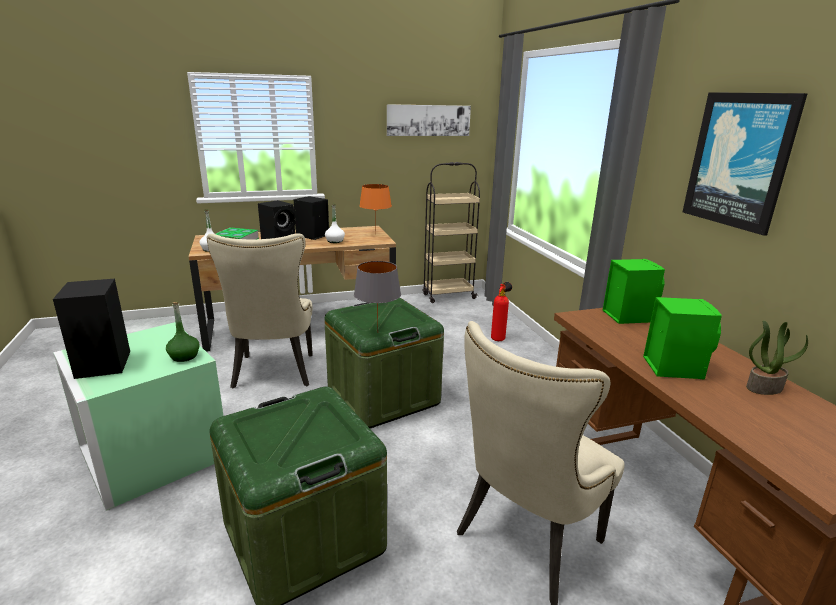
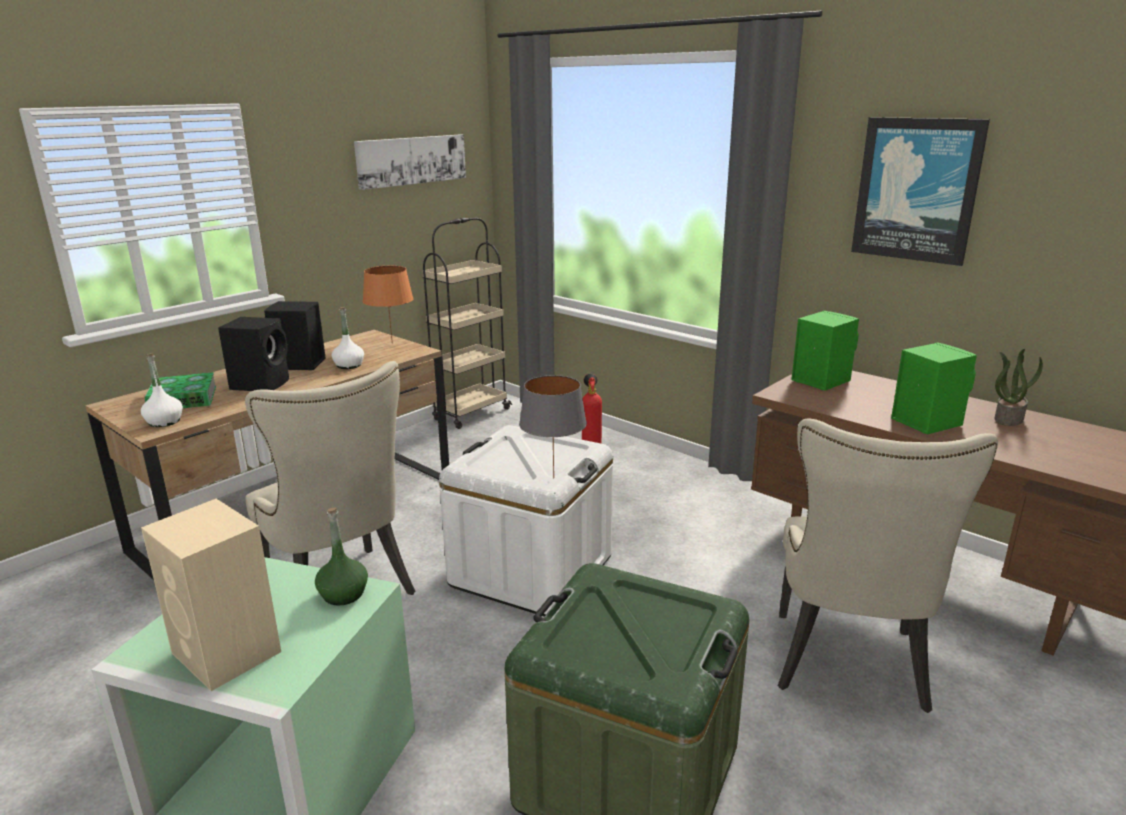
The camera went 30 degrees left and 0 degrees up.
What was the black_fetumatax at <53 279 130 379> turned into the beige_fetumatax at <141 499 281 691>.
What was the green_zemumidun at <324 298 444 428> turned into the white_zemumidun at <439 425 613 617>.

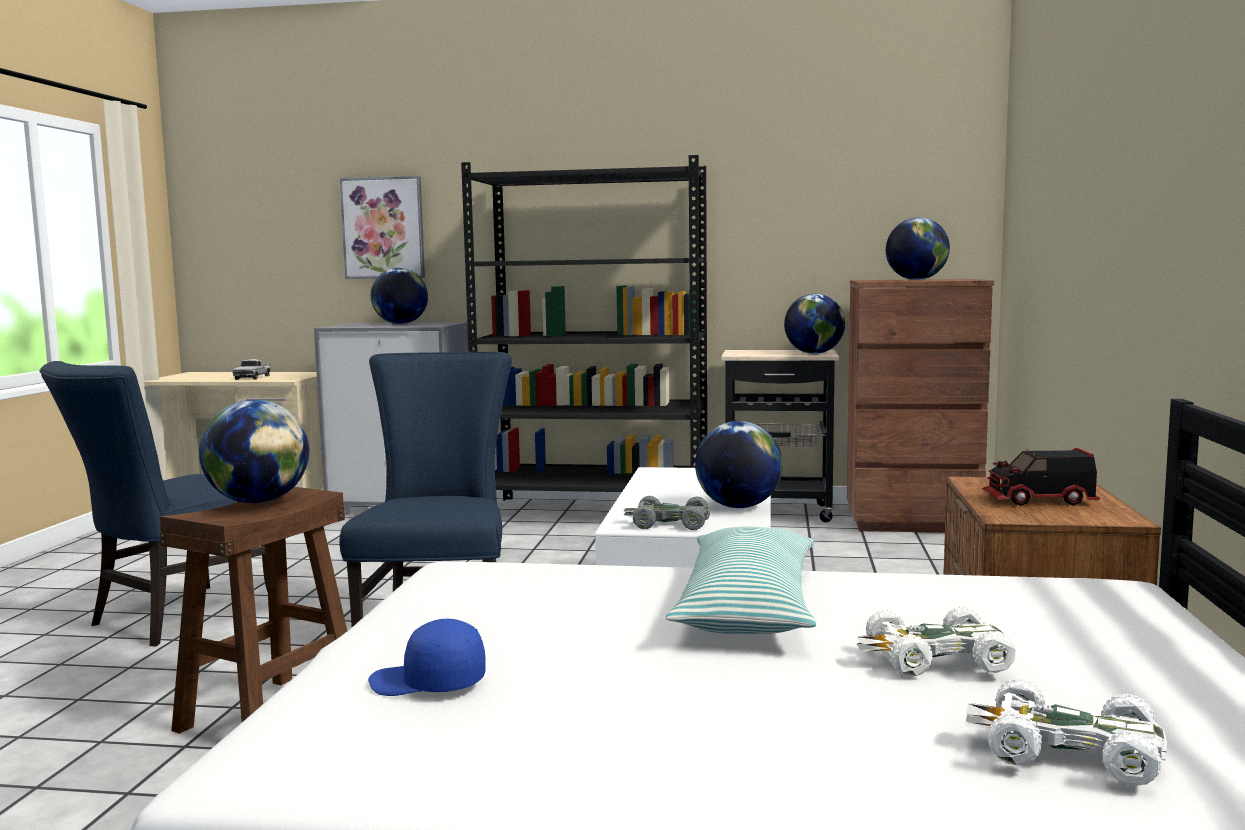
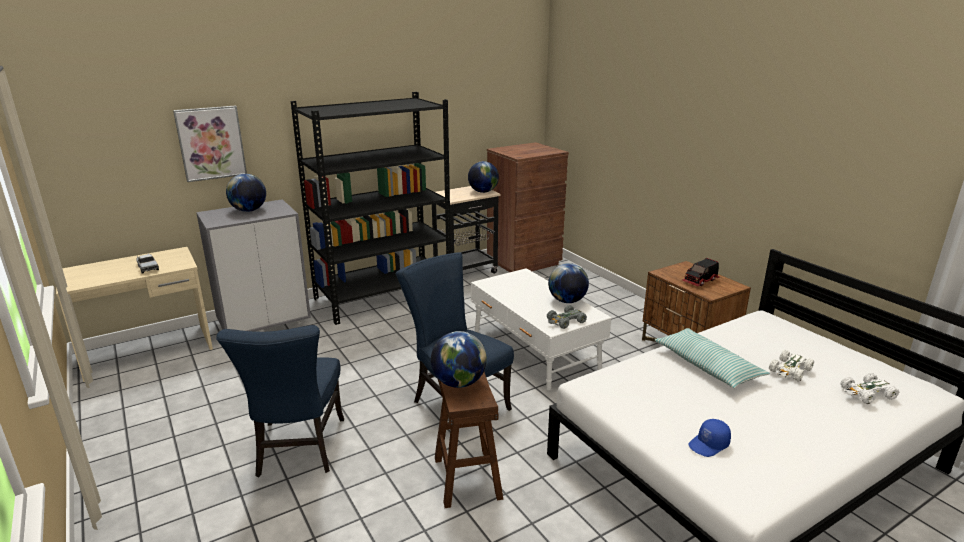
The camera went 40 degrees left and 15 degrees up.
The second view lost the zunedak at <886 218 950 280>.

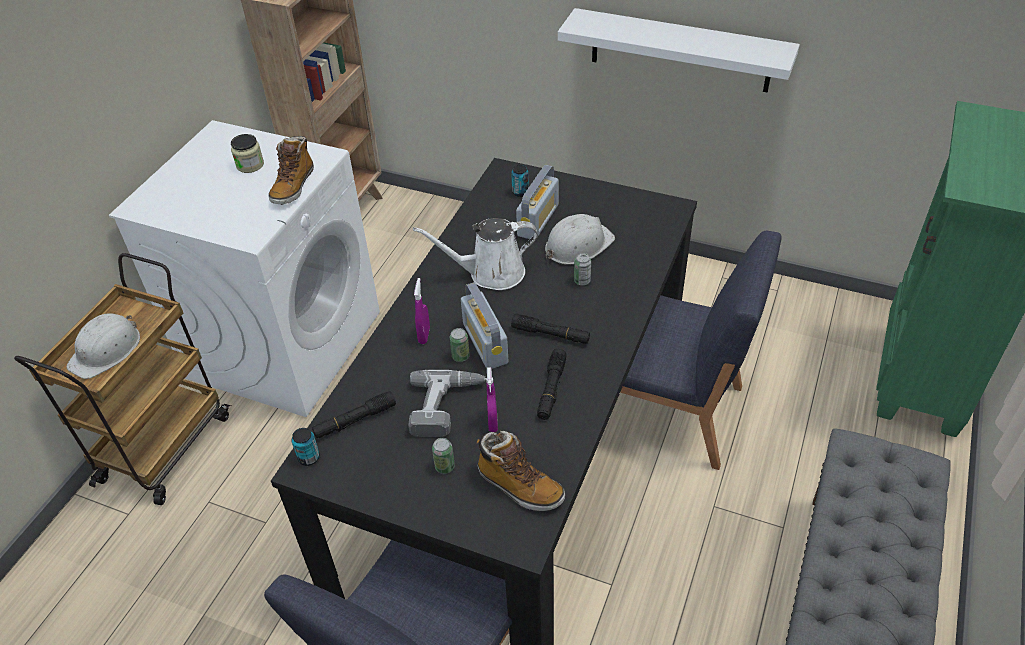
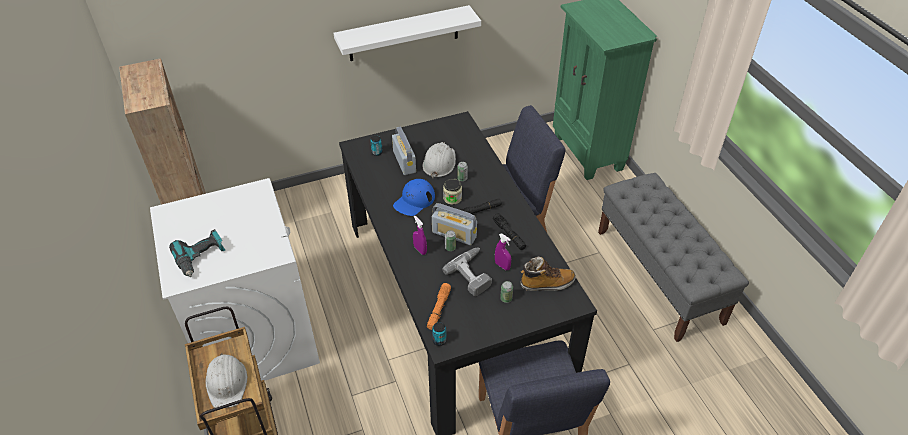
The camera went 45 degrees left and 0 degrees up.
The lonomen ended up elsewhere, having gone from <231 134 264 173> to <443 178 462 205>.
The second view lost the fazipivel at <268 136 314 205>.
What was the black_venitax at <312 391 396 438> turned into the orange_venitax at <427 283 451 330>.
Where the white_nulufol stood at <413 218 538 290>, the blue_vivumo came to stand at <393 179 435 216>.
The second view gained the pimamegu at <169 229 225 277>.

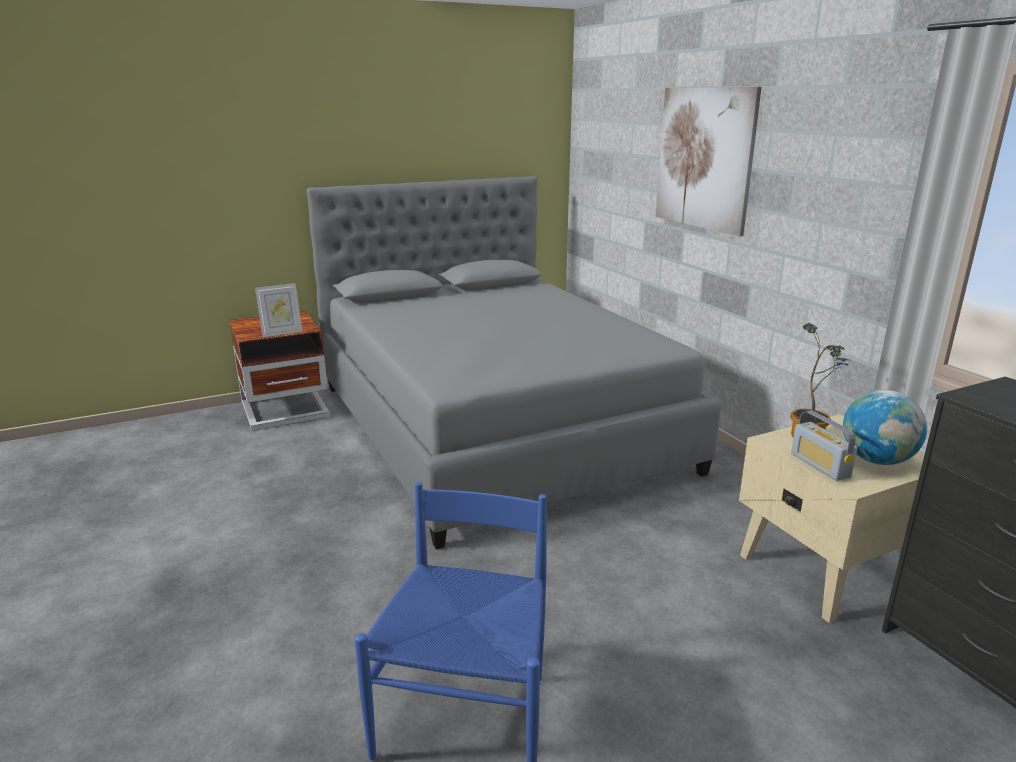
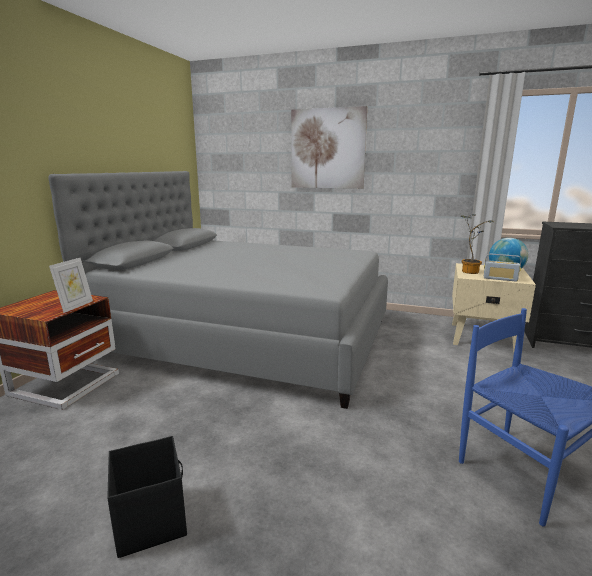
The camera went 45 degrees left and 5 degrees down.
The second view gained the black_zemumidun at <107 436 187 558>.

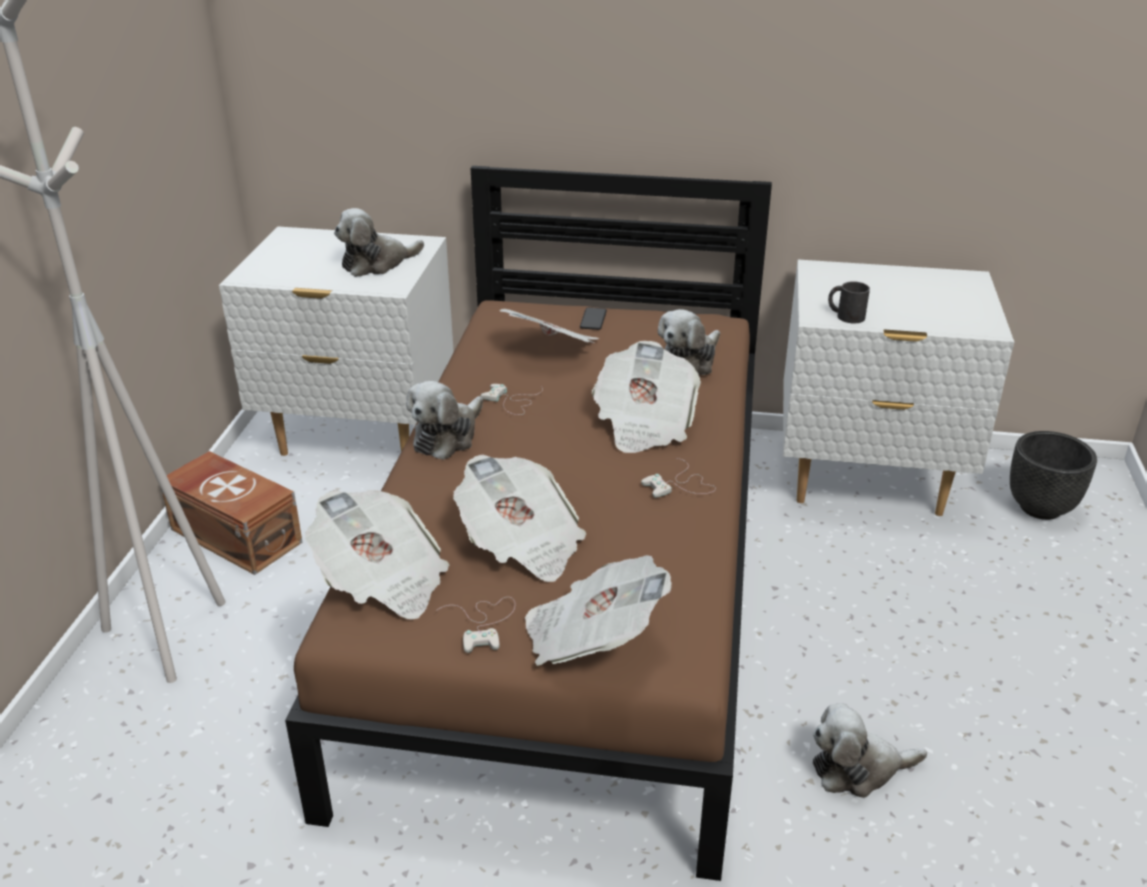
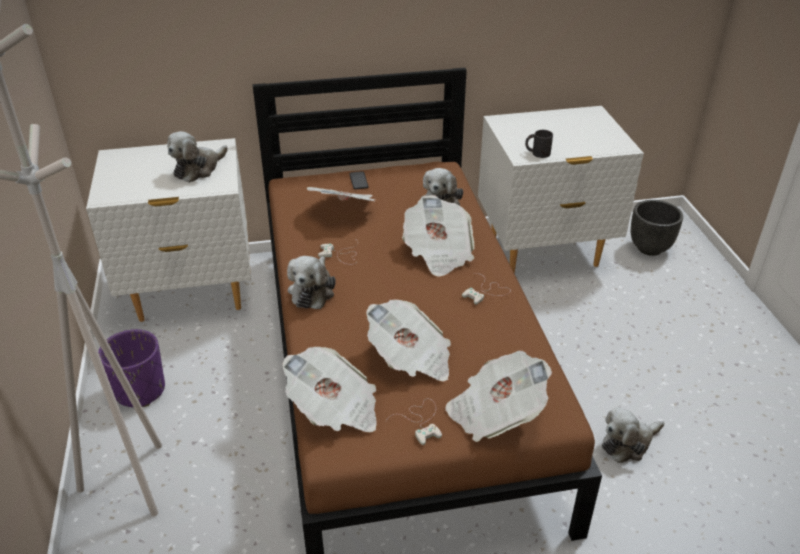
The camera went 20 degrees left and 5 degrees up.
Where the brown_zemumidun stood at <161 451 302 575>, the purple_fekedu came to stand at <98 329 165 407>.

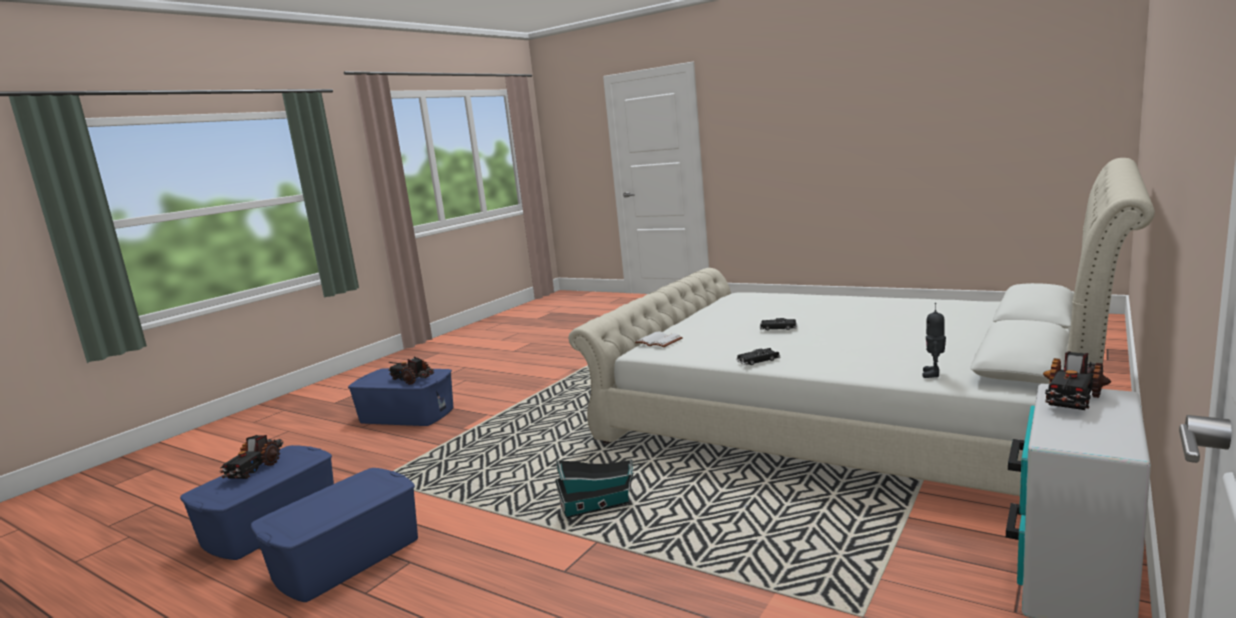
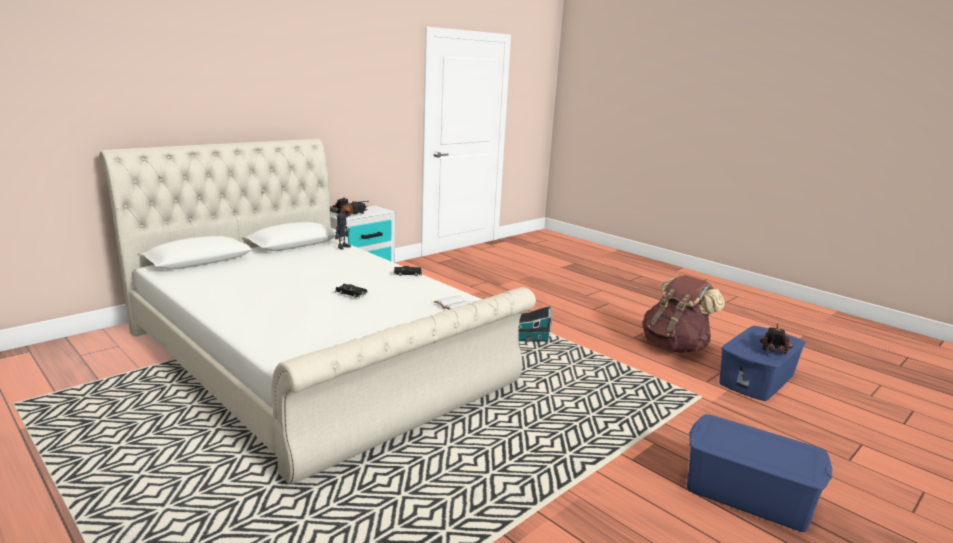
The camera went 170 degrees left and 5 degrees up.
Where the blue_zemumidun stood at <251 468 418 602>, the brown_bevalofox came to stand at <642 275 725 353>.
The second view lost the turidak at <388 357 434 385>.

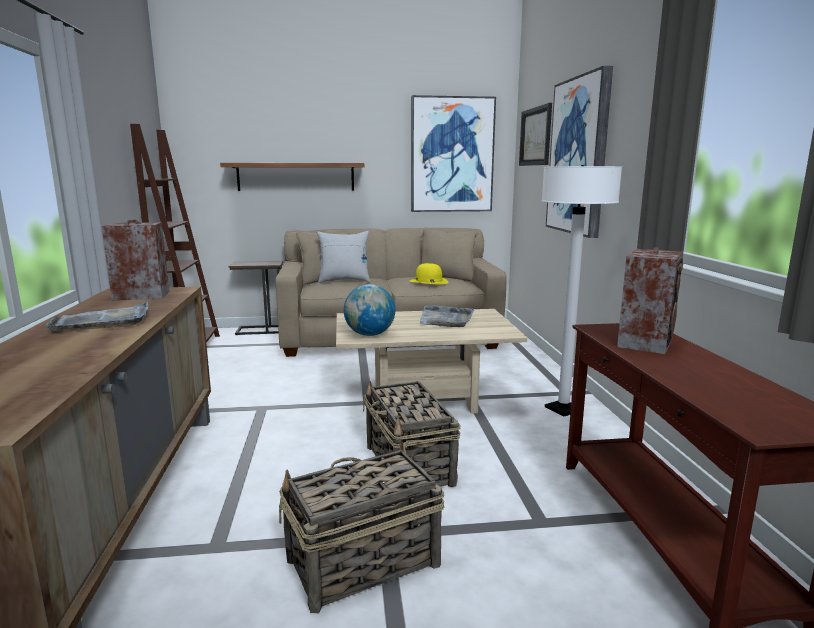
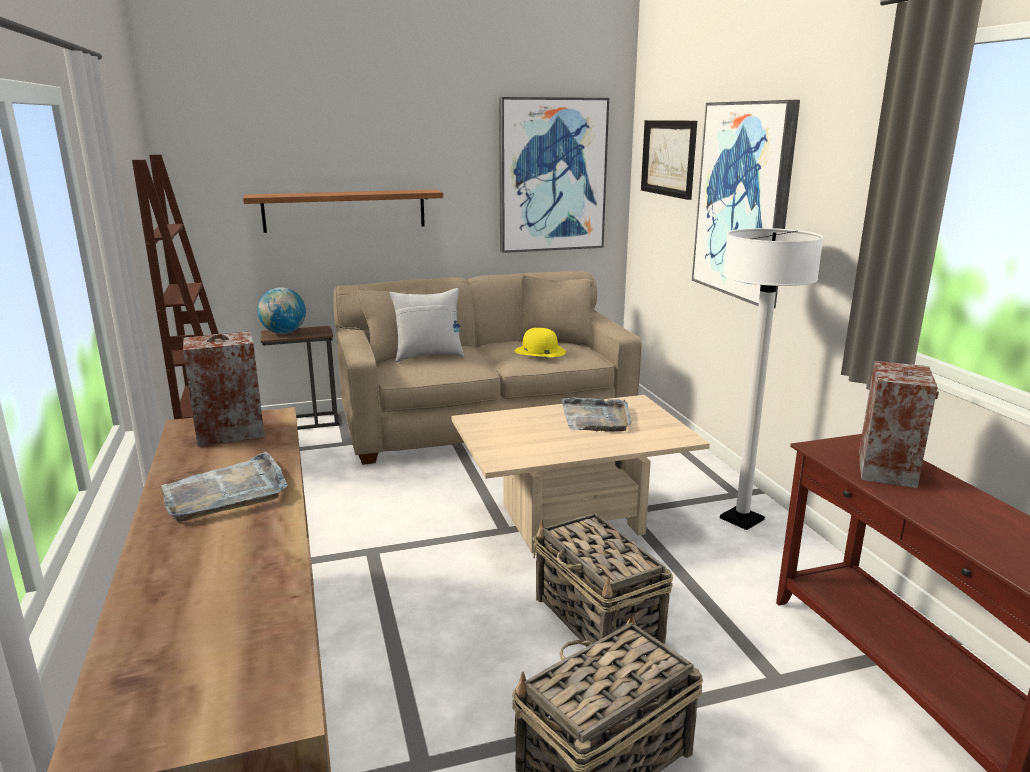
The camera went 10 degrees left and 5 degrees up.
The zunedak ended up elsewhere, having gone from <344 284 395 336> to <257 287 306 334>.

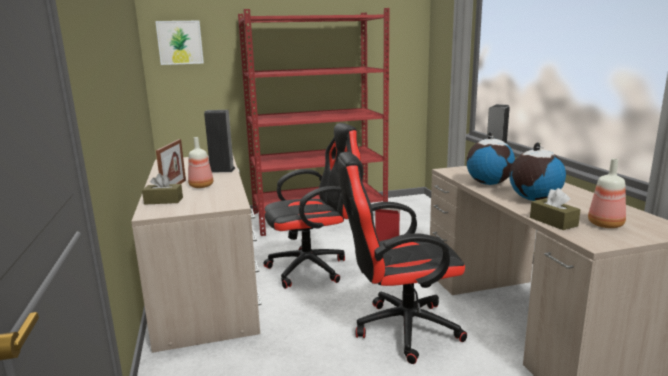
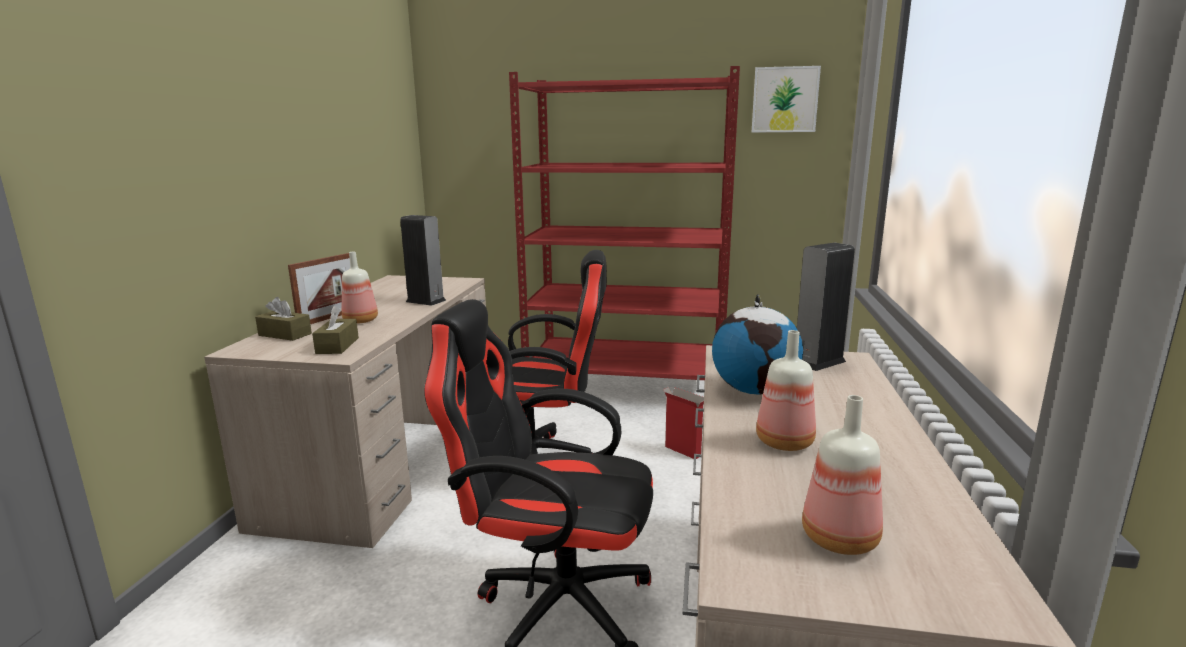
The camera went 25 degrees right and 0 degrees up.
The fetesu ended up elsewhere, having gone from <155 21 204 65> to <752 66 821 133>.
Where the zunedak stood at <509 143 566 201>, the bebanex came to stand at <756 330 816 451>.
The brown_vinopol ended up elsewhere, having gone from <530 188 580 230> to <312 305 359 354>.

